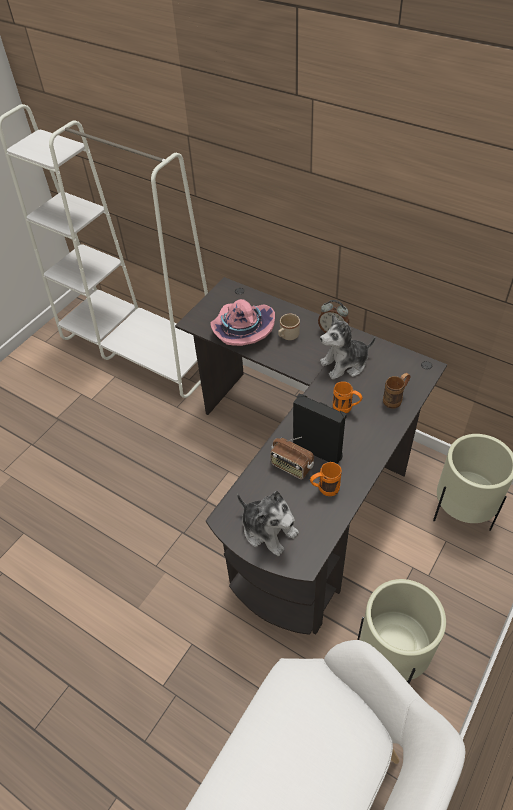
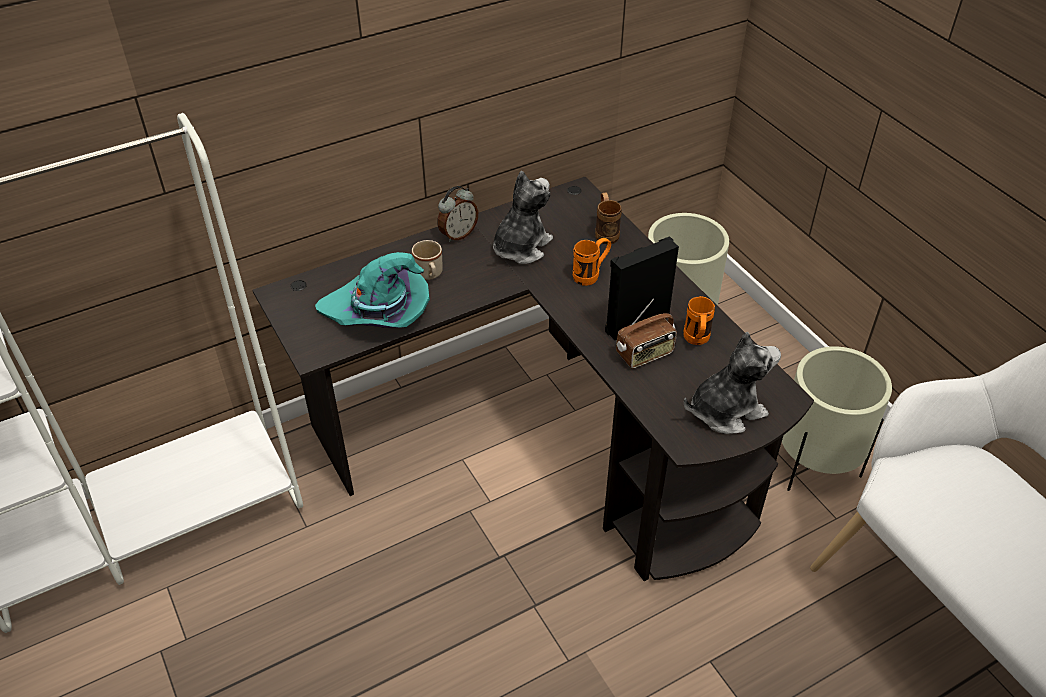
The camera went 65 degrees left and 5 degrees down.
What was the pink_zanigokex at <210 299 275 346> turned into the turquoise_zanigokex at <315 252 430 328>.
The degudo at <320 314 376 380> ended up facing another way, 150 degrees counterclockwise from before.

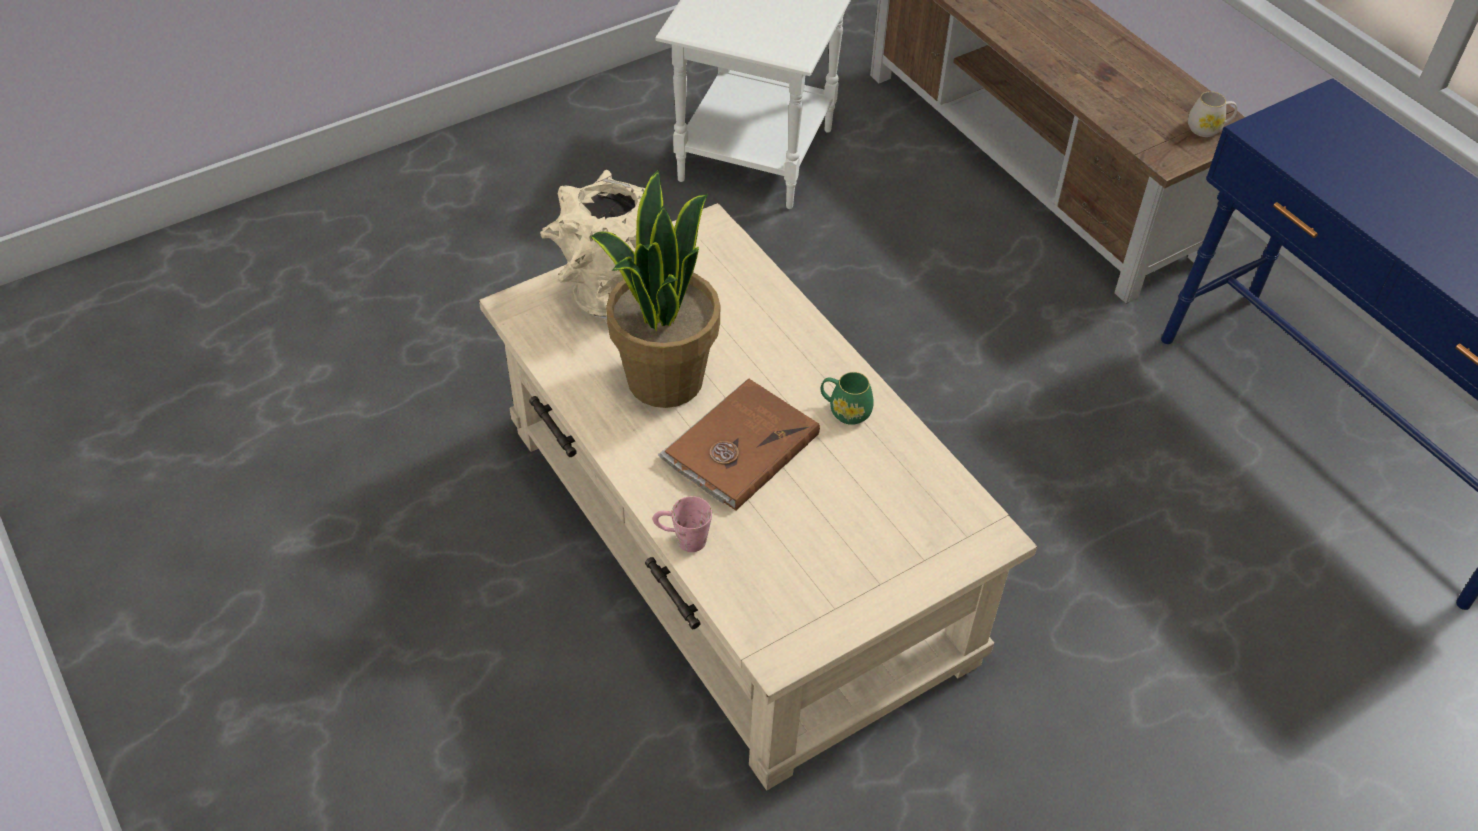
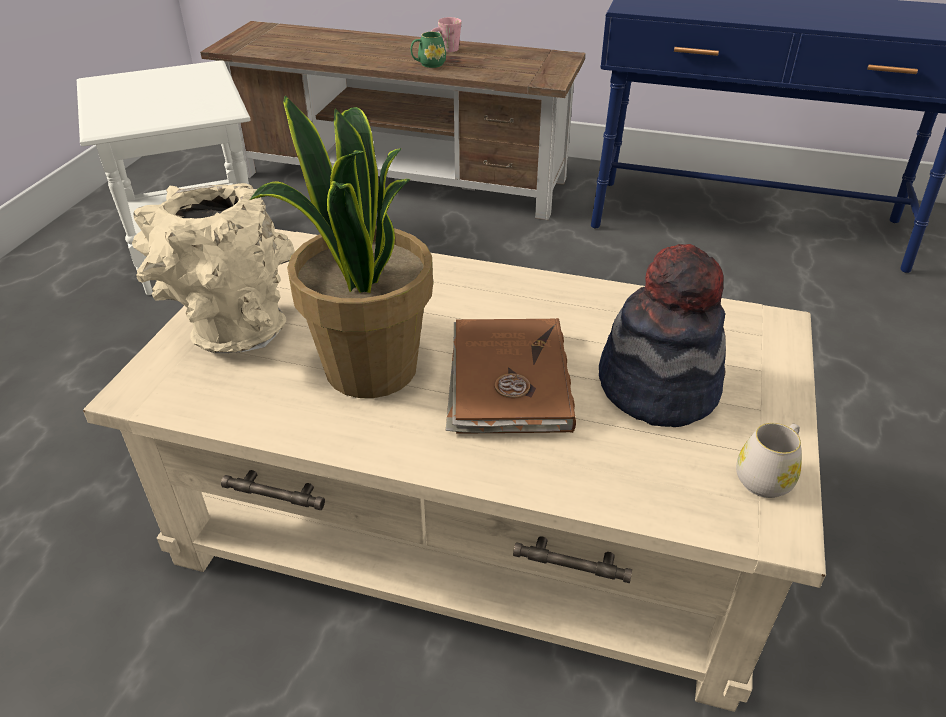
The camera went 40 degrees left and 10 degrees down.
The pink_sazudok ended up elsewhere, having gone from <653 496 712 552> to <431 17 461 52>.
The green_sazudok ended up elsewhere, having gone from <821 372 874 425> to <411 32 446 68>.
The white_sazudok ended up elsewhere, having gone from <1188 91 1237 137> to <736 423 802 498>.
The second view gained the zanigokex at <599 244 726 427>.

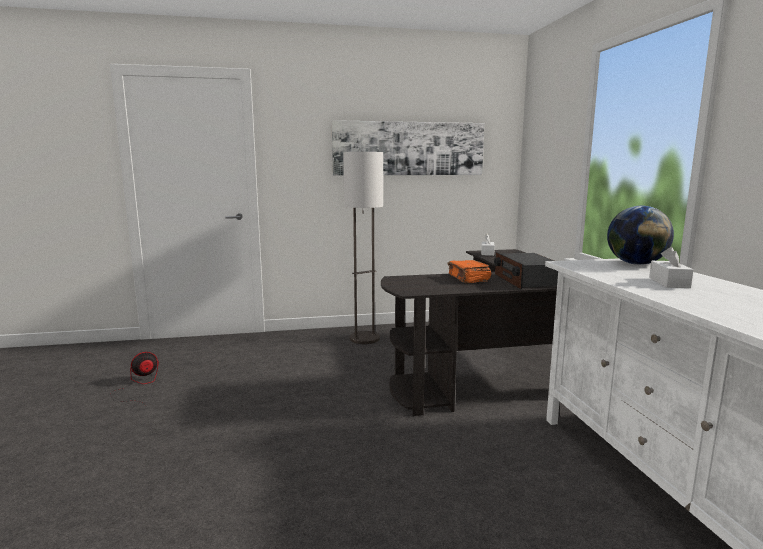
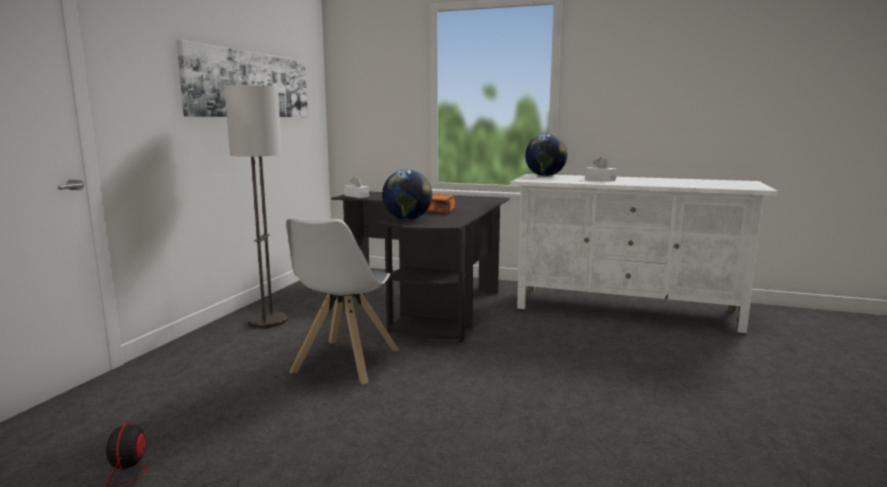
The camera went 60 degrees left and 0 degrees up.
The second view lost the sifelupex at <494 252 558 289>.
The second view gained the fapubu at <286 216 399 384>.
The second view gained the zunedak at <382 170 432 220>.

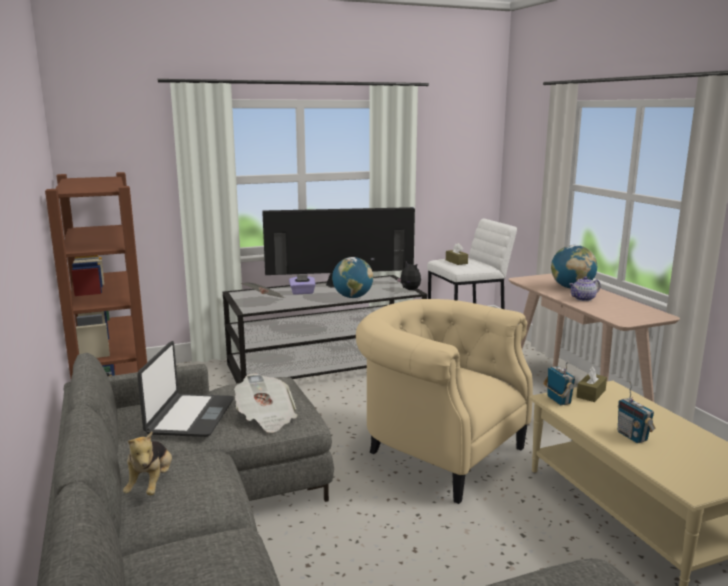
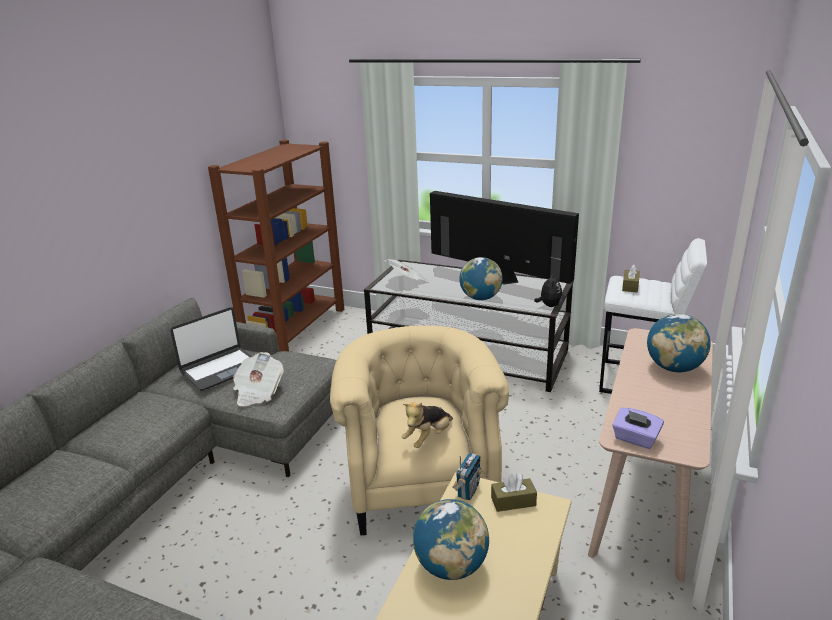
The camera went 45 degrees right and 10 degrees up.
The degudo ended up elsewhere, having gone from <123 431 172 495> to <402 403 453 448>.
The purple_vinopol ended up elsewhere, having gone from <289 274 316 295> to <612 408 664 449>.
The second view lost the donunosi at <569 276 600 301>.
Where the sifelupex stood at <618 382 655 443>, the zunedak came to stand at <413 499 489 580>.

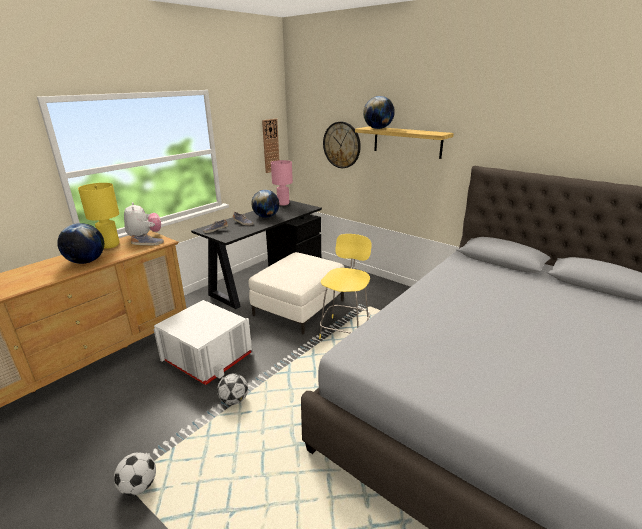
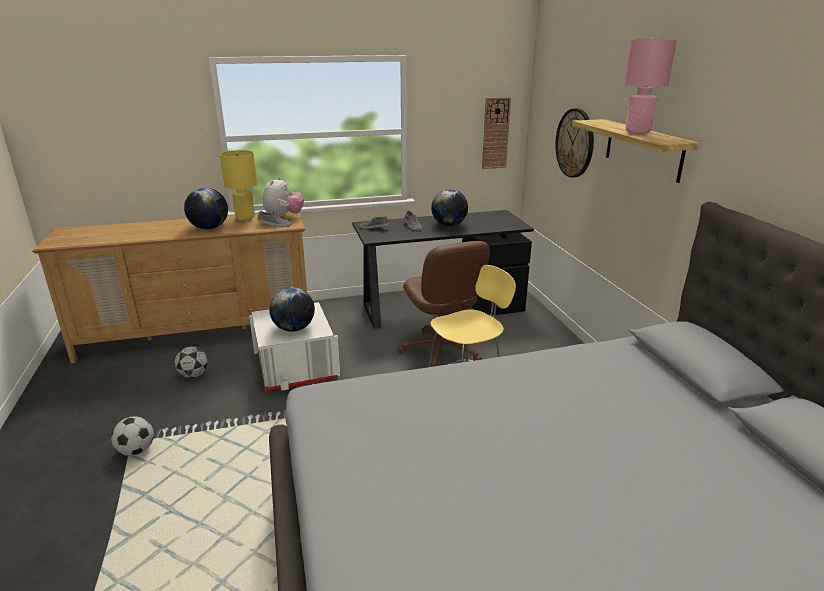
The camera went 35 degrees right and 0 degrees up.
The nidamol ended up elsewhere, having gone from <217 373 248 405> to <175 347 208 378>.
Where the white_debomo stood at <248 252 344 335>, the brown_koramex came to stand at <398 241 490 367>.
The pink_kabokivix ended up elsewhere, having gone from <271 160 293 206> to <623 38 677 134>.
The zunedak ended up elsewhere, having gone from <363 96 395 129> to <269 287 315 332>.

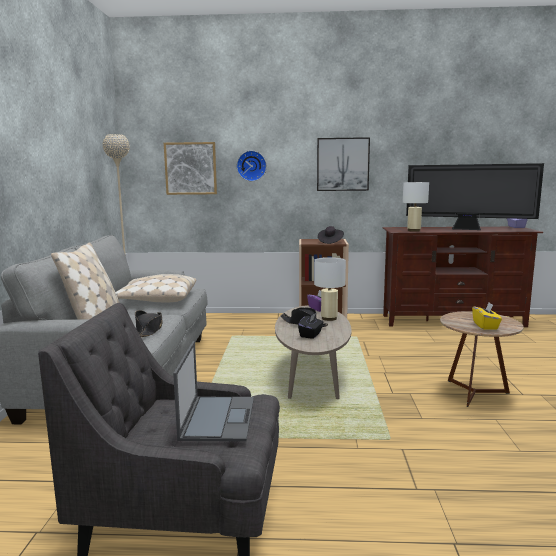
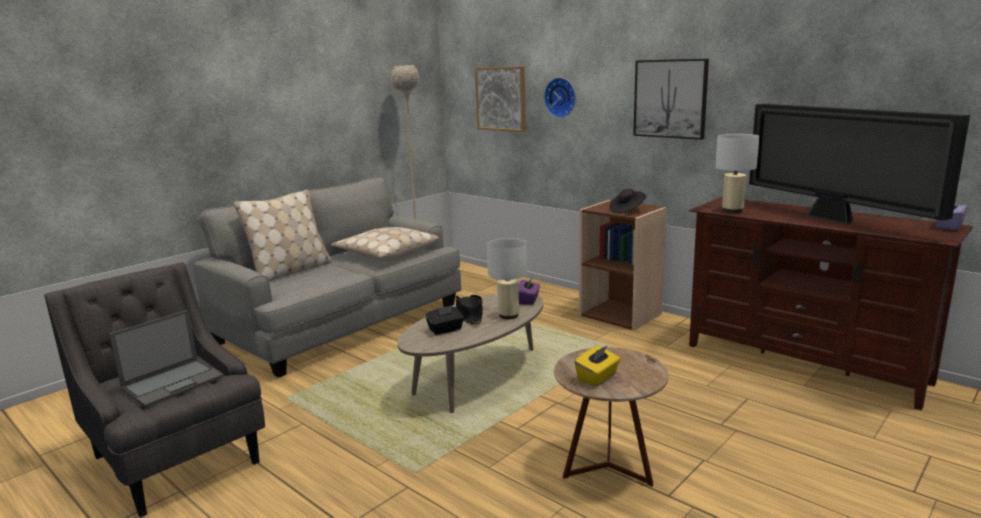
The camera went 40 degrees right and 5 degrees up.
The second view lost the black_zanigokex at <135 310 163 337>.

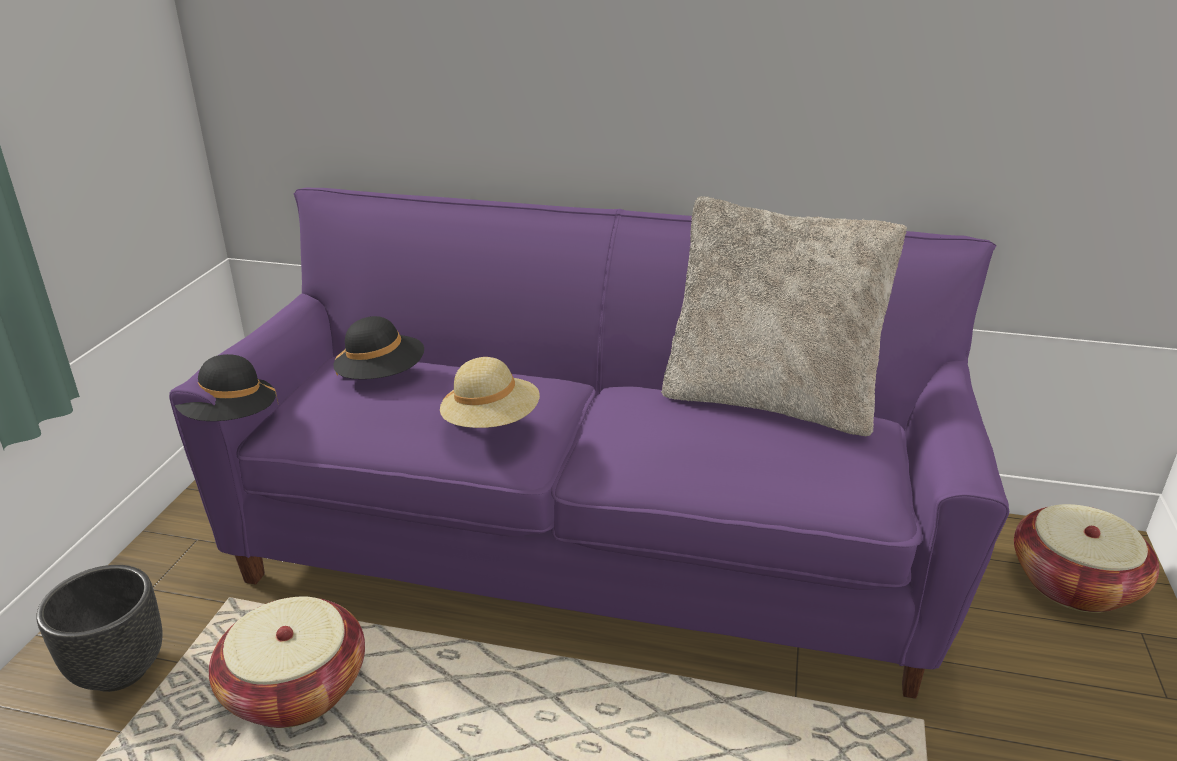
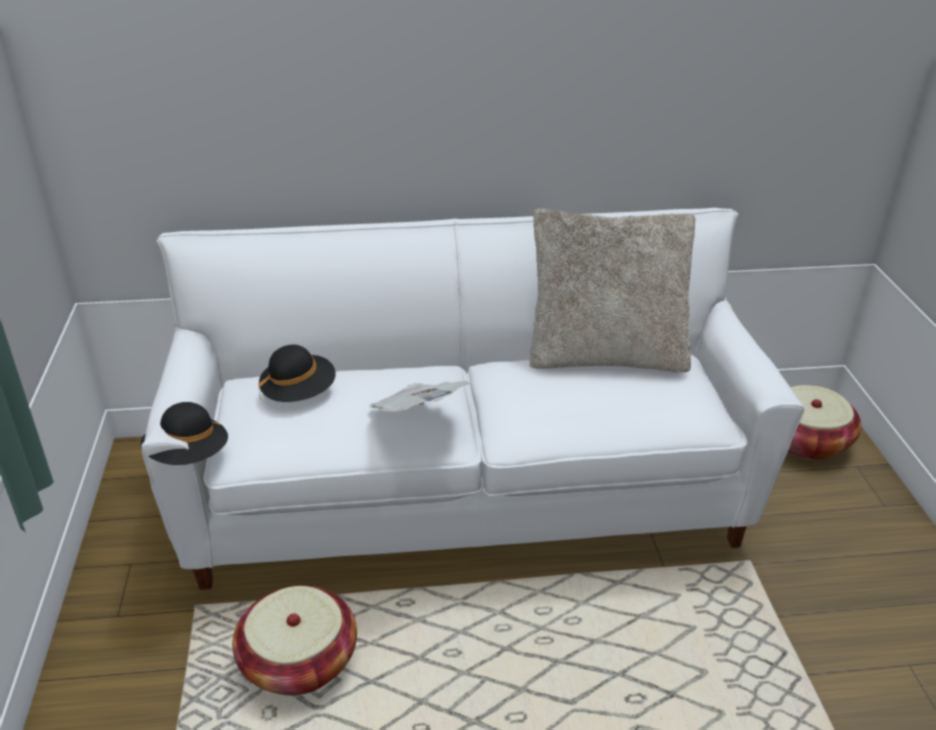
The camera went 20 degrees left and 5 degrees up.
The second view lost the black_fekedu at <36 565 163 692>.
What was the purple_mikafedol at <169 188 1009 699> turned into the white_mikafedol at <142 208 804 590>.
Where the beige_zanigokex stood at <440 357 540 428>, the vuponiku came to stand at <370 381 471 412>.

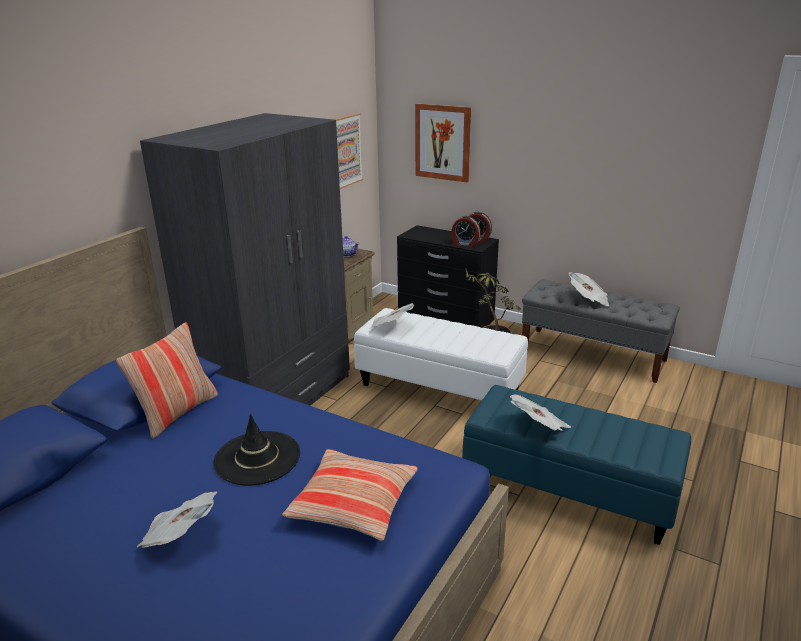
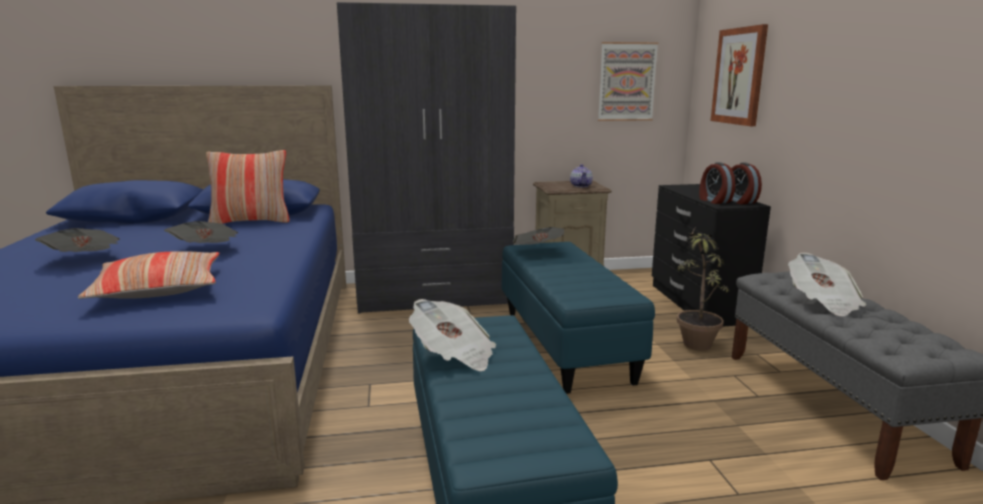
The camera went 50 degrees right and 10 degrees down.
Where the black_zanigokex stood at <214 414 300 486>, the vuponiku came to stand at <164 221 238 243>.
What was the white_debomo at <354 308 528 400> turned into the blue_debomo at <502 242 655 394>.

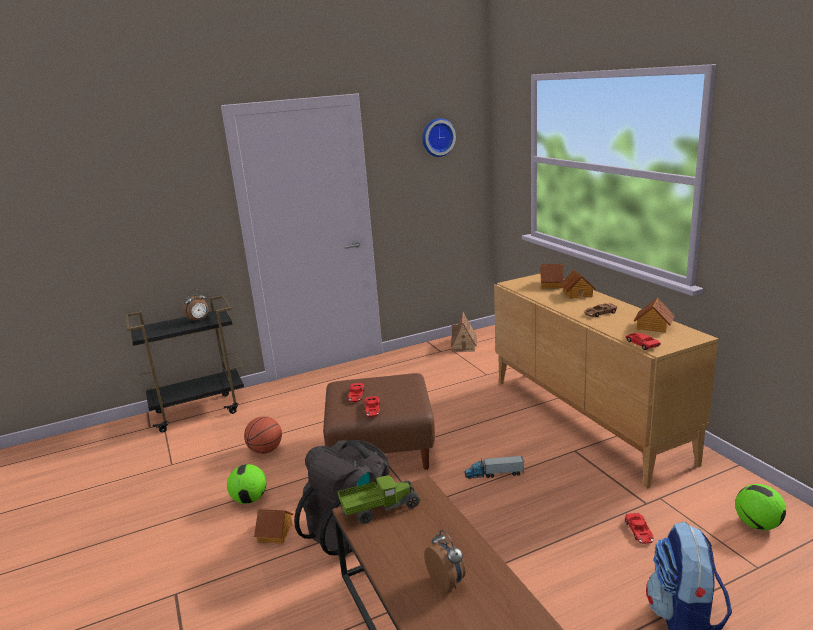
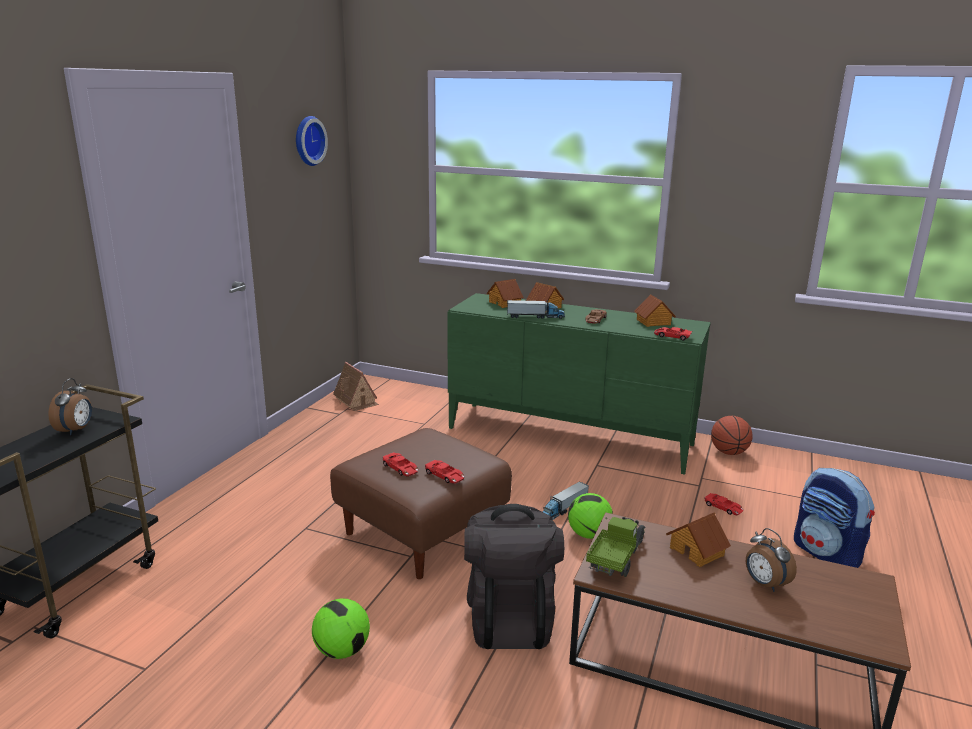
The camera went 45 degrees left and 0 degrees up.
The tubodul ended up elsewhere, having gone from <244 416 282 454> to <711 416 753 455>.
The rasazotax ended up elsewhere, having gone from <254 509 293 544> to <666 512 731 567>.
The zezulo at <424 530 465 592> ended up facing another way, 135 degrees counterclockwise from before.
What was the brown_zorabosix at <494 274 719 489> turned into the green_zorabosix at <448 293 711 475>.
The nidamol ended up elsewhere, having gone from <735 484 786 530> to <568 493 613 539>.
The second view gained the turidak at <507 300 565 319>.

